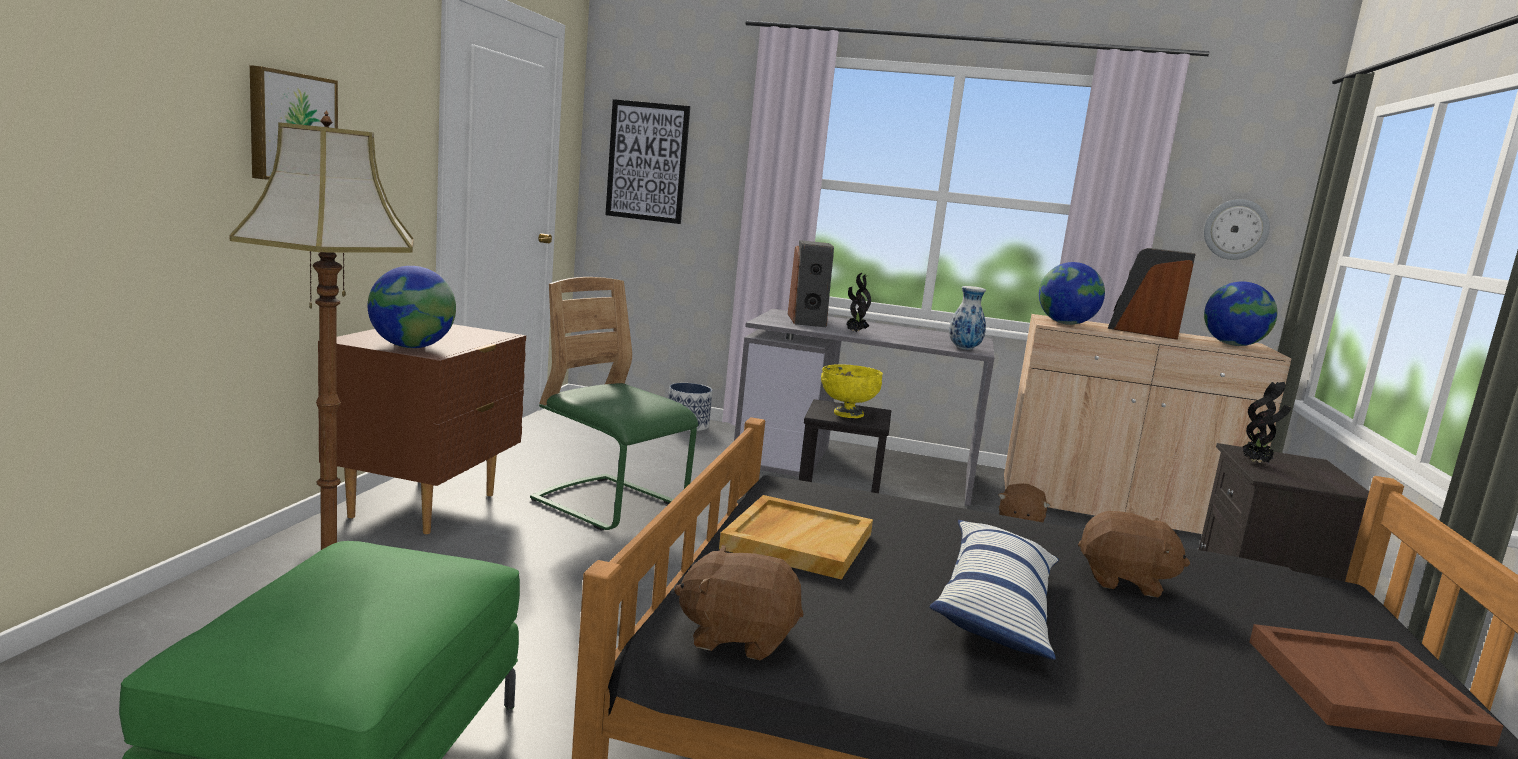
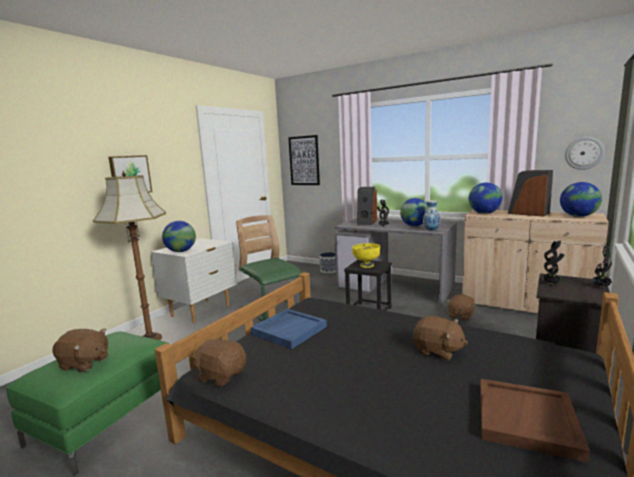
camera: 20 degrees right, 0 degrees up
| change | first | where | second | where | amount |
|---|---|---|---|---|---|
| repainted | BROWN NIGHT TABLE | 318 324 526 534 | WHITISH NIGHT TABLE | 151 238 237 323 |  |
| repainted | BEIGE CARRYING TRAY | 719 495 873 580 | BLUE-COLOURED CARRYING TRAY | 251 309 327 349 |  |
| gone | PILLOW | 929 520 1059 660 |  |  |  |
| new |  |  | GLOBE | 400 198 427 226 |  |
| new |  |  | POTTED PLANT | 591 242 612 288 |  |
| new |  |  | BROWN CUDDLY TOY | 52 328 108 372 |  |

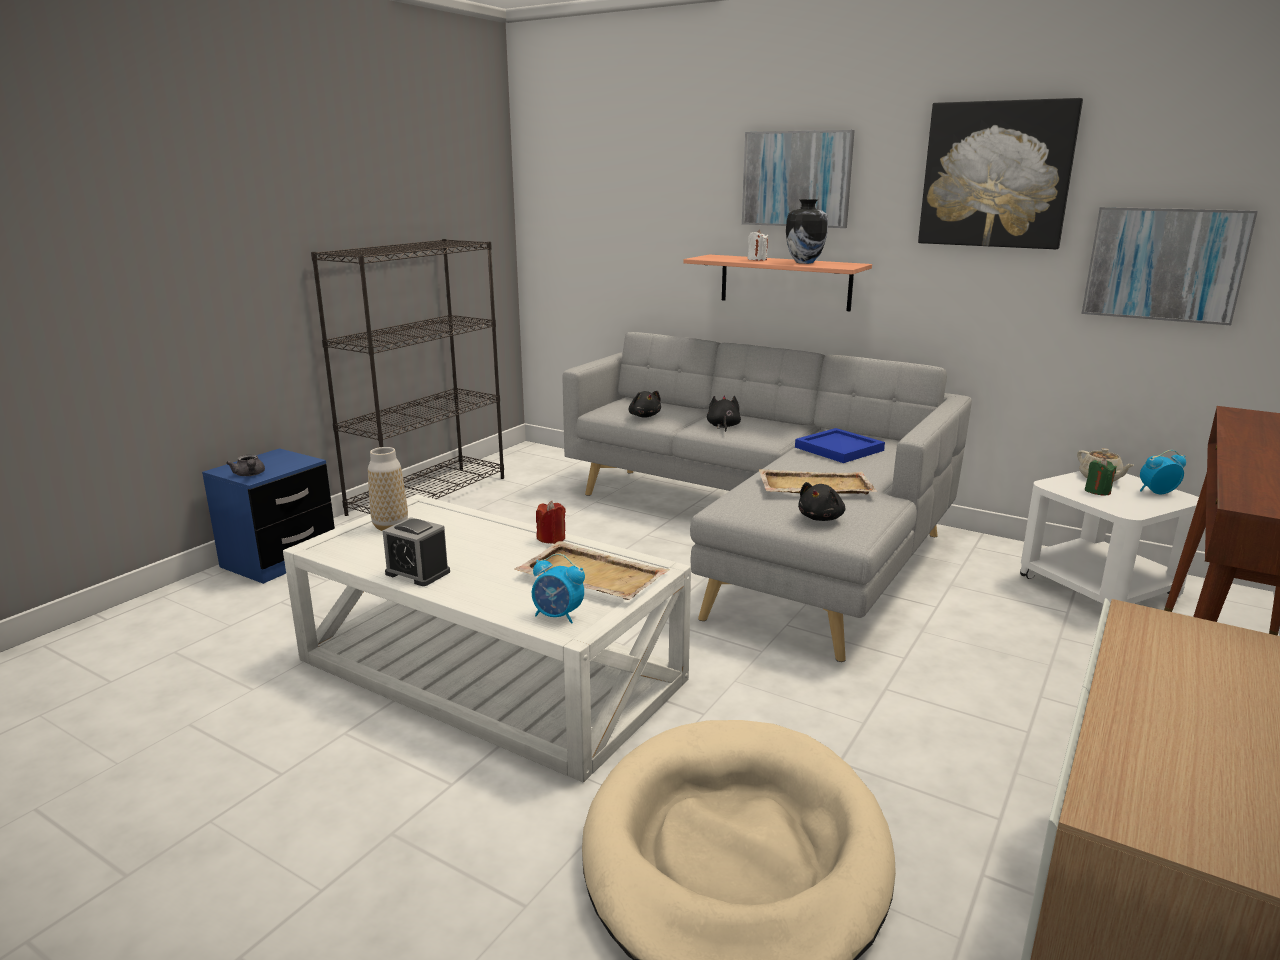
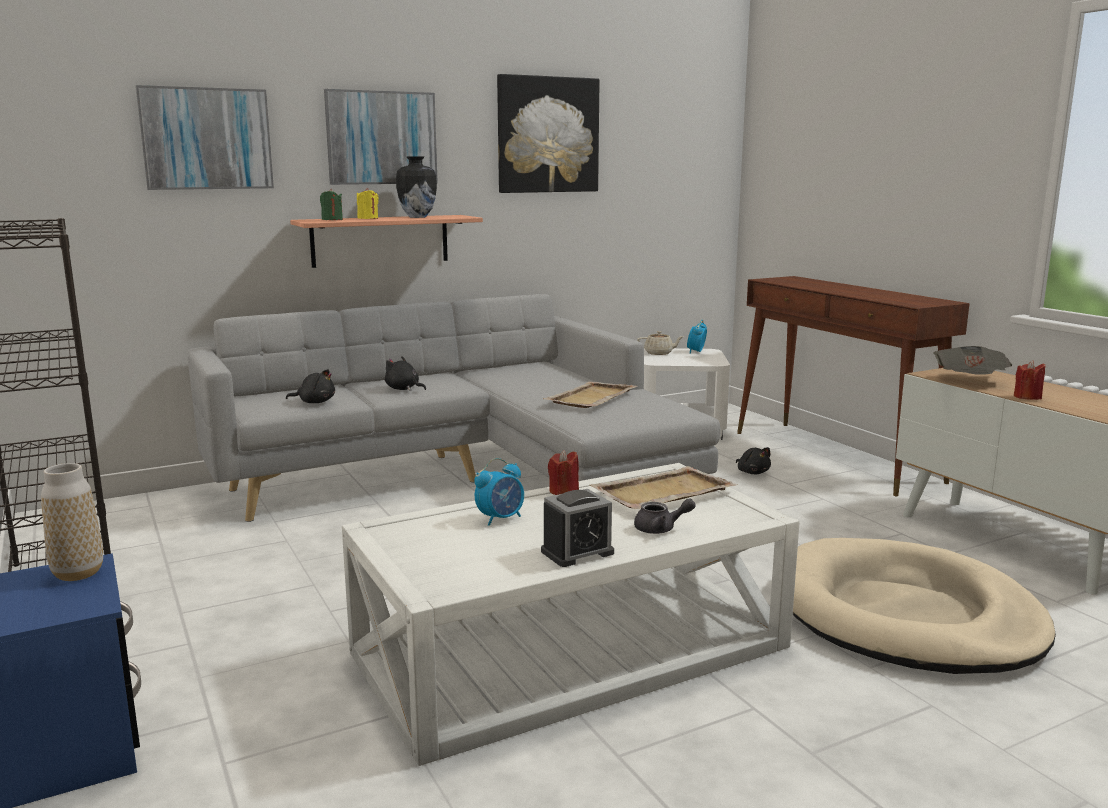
camera: 60 degrees left, 5 degrees down
| change | first | where | second | where | amount |
|---|---|---|---|---|---|
| shifted | WALL ART | 1081 207 1258 326 |  | 136 85 274 190 |  |
| repainted | WHITISH CANDLE | 748 230 769 261 | YELLOW-COLOURED CANDLE | 357 188 379 219 |  |
| gone | BLUE-COLOURED CARRYING TRAY | 795 428 885 463 |  |  |  |
| shifted | DECORATIVE VASE | 368 447 408 531 |  | 41 463 103 581 |  |
| shifted | GREY TEAPOT | 226 455 265 476 |  | 634 498 696 534 |  |
| shifted | GREEN CANDLE | 1085 458 1117 496 |  | 320 189 343 220 |  |
| shifted | BLACK CUDDLY TOY | 798 482 845 521 |  | 736 447 771 474 |  |
| shifted | BEDSIDE CLOCK | 532 553 585 624 |  | 474 458 524 526 |  |
| new |  |  | NEWSPAPER | 934 346 1013 375 |  |
| new |  |  | REDDISH CANDLE | 1014 360 1045 400 |  |

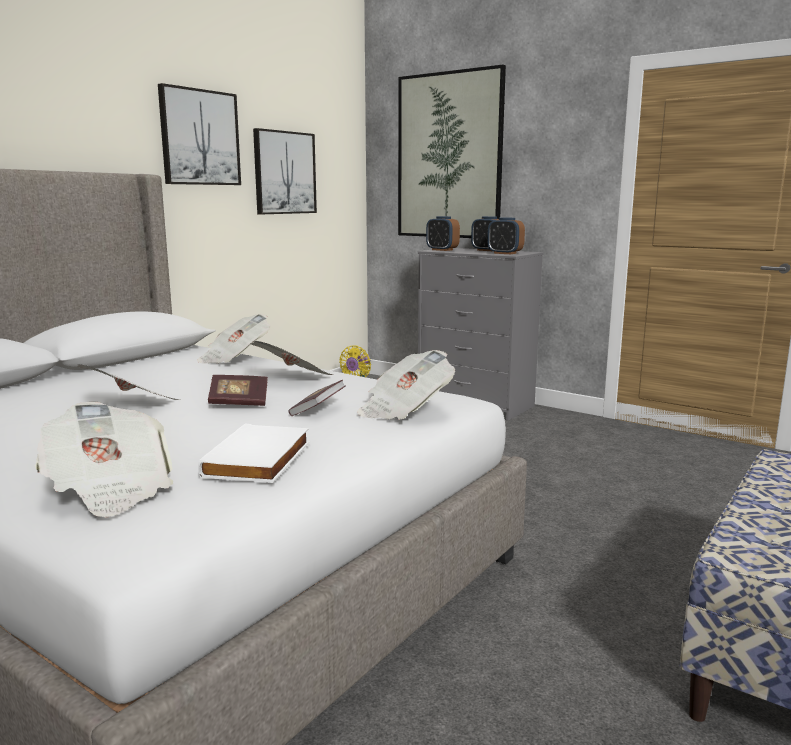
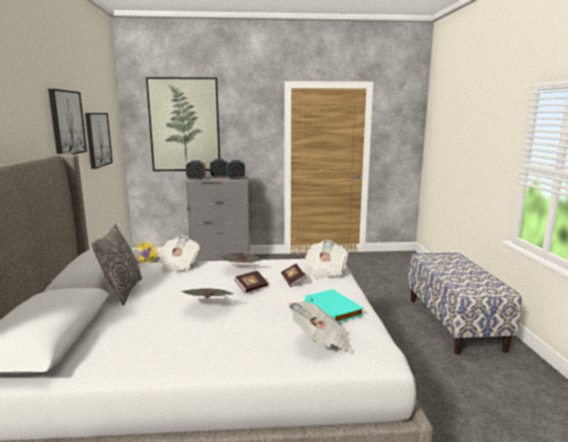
camera: 40 degrees left, 0 degrees up
| change | first | where | second | where | amount |
|---|---|---|---|---|---|
| repainted | WHITISH VOLUME | 198 424 309 483 | TURQUOISE VOLUME | 305 289 364 323 |  |
| new |  |  | PILLOW | 91 224 142 306 |  |

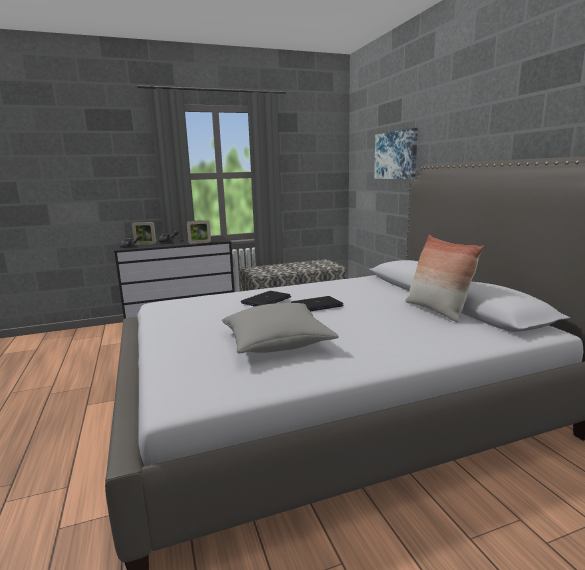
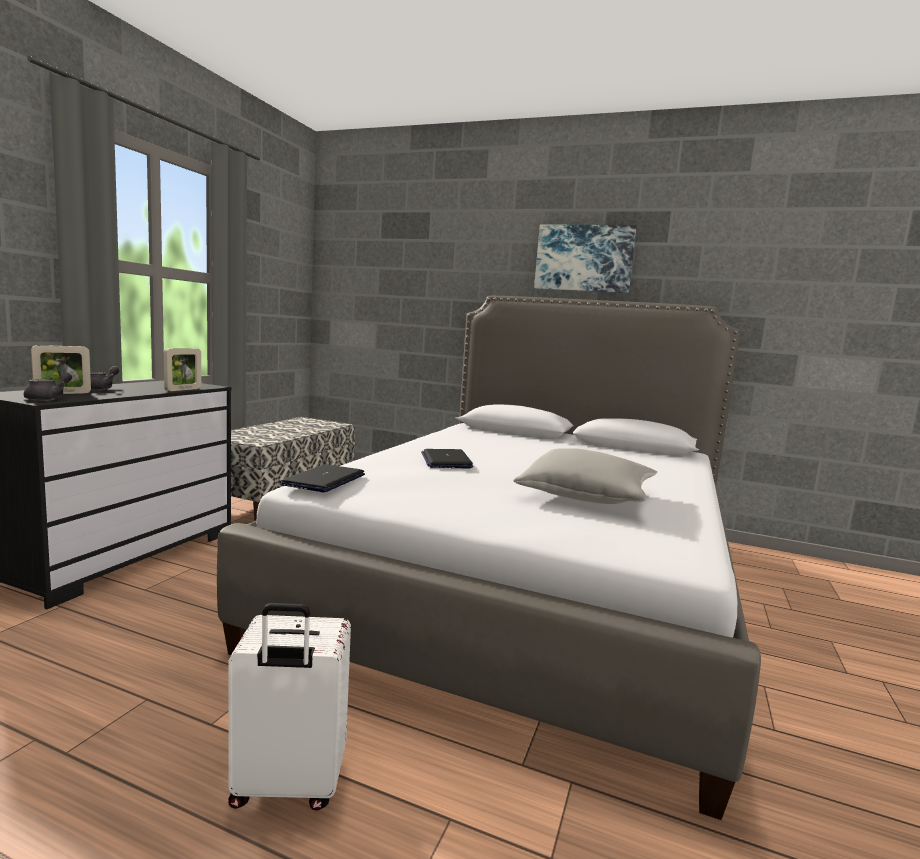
camera: 50 degrees left, 5 degrees down
| change | first | where | second | where | amount |
|---|---|---|---|---|---|
| shifted | WALL ART | 374 128 418 179 |  | 534 225 637 293 |  |
| gone | PILLOW | 405 235 484 322 |  |  |  |
| shifted | NOTEBOOK COMPUTER | 291 296 344 311 |  | 280 464 365 492 |  |
| new |  |  | WHITISH TRAVEL CASE | 228 603 351 810 |  |

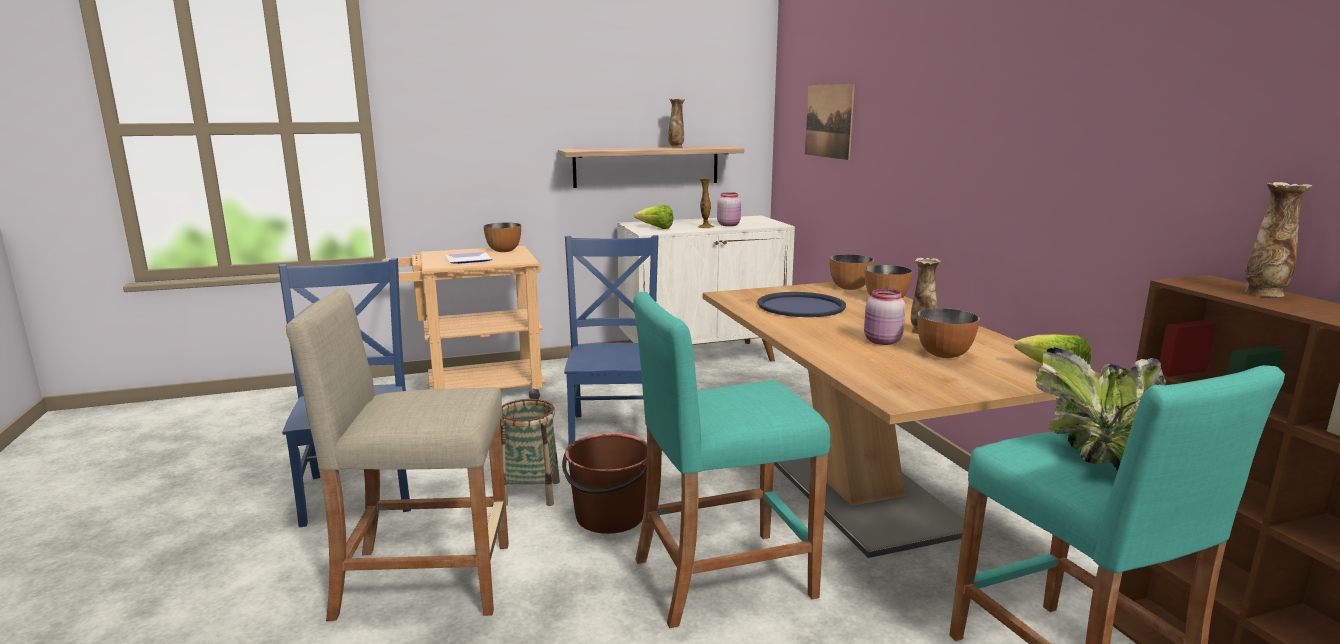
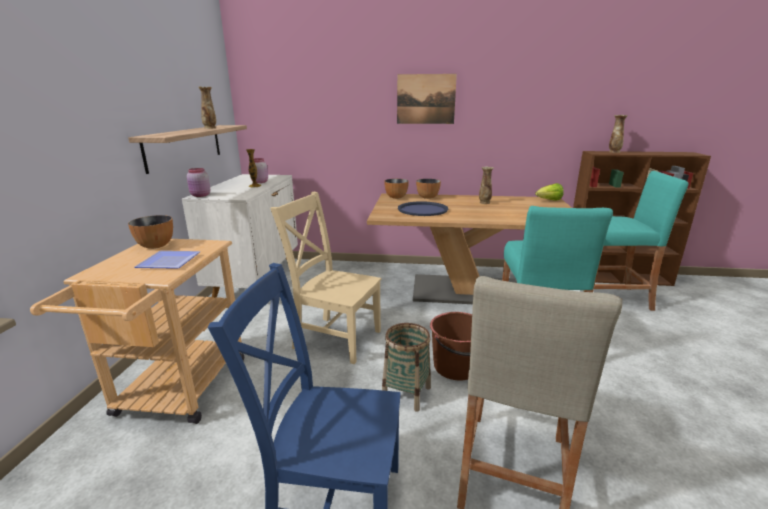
camera: 65 degrees left, 5 degrees up
| change | first | where | second | where | amount |
|---|---|---|---|---|---|
| shifted | WALL ART | 805 84 855 160 |  | 397 74 457 124 |  |
| gone | LETTUCE | 634 205 673 229 |  |  |  |
| repainted | BLUE-COLOURED UPRIGHT CHAIR | 564 235 658 445 | BEIGE UPRIGHT CHAIR | 270 192 381 364 |  |
| shifted | PINKISH JAR | 864 289 906 345 |  | 187 168 210 197 |  |
| gone | SERVING BOWL | 917 308 980 358 |  |  |  |
| gone | POTTED PLANT | 1036 347 1166 470 |  |  |  |

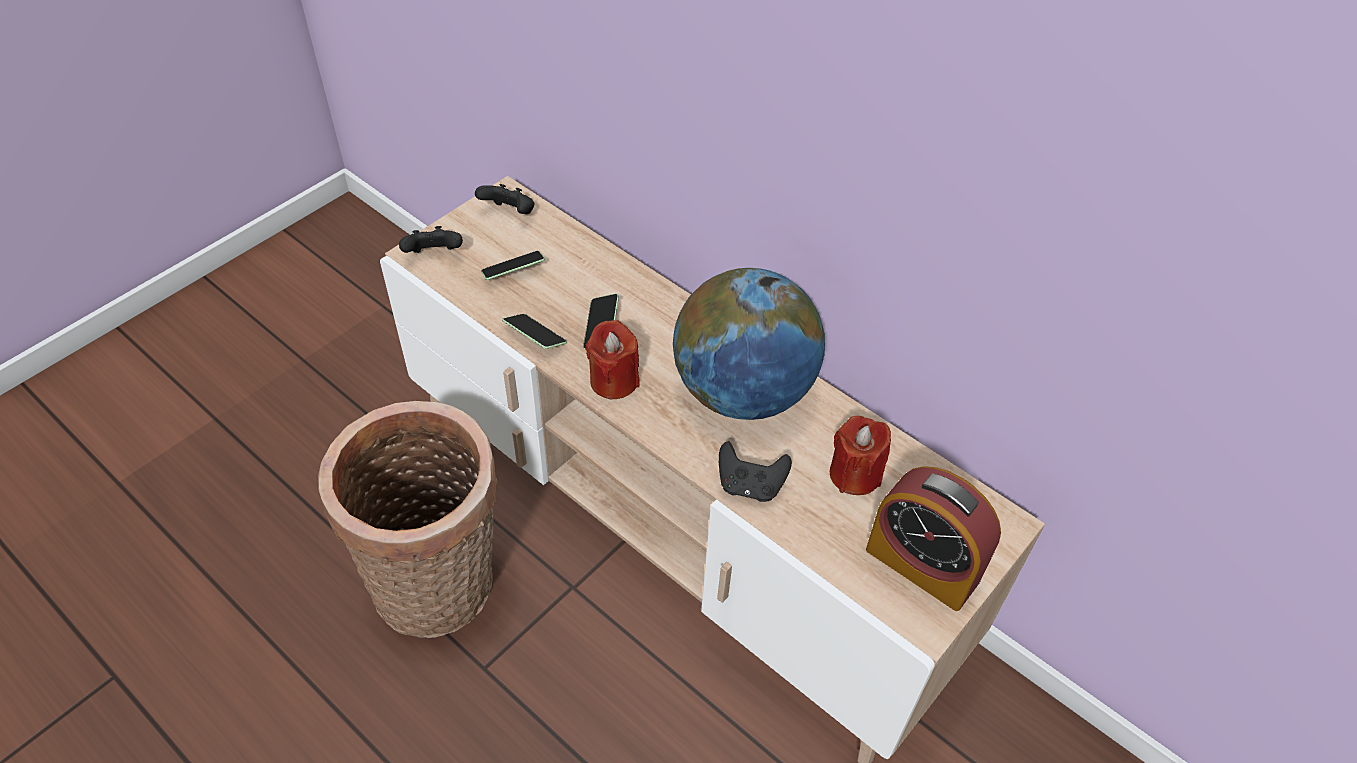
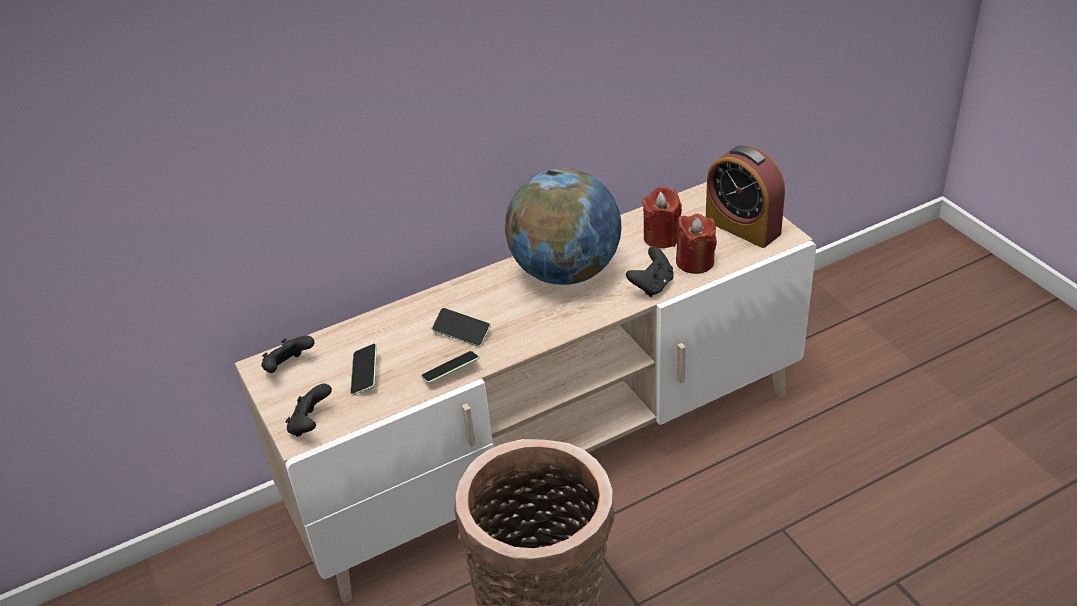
camera: 65 degrees left, 10 degrees down
| change | first | where | second | where | amount |
|---|---|---|---|---|---|
| shifted | REDDISH CANDLE | 585 320 640 399 |  | 676 213 717 274 |  |
| rotated | BEDSIDE CLOCK | 866 466 1001 611 |  | 706 145 785 248 | 75 degrees clockwise |

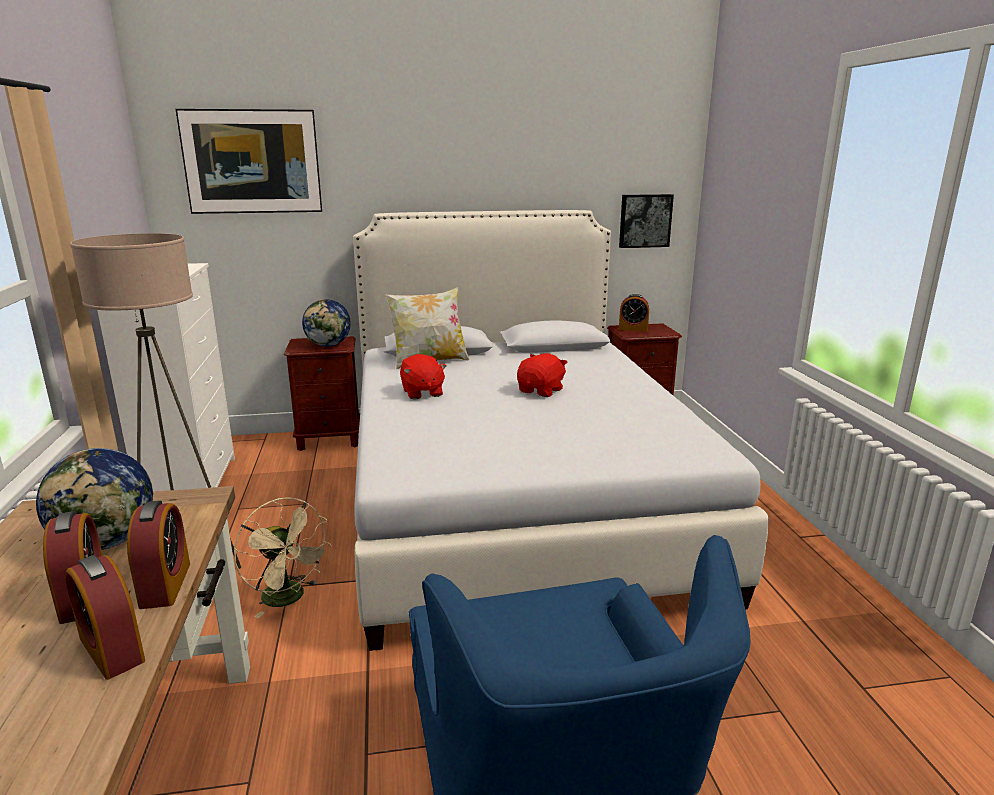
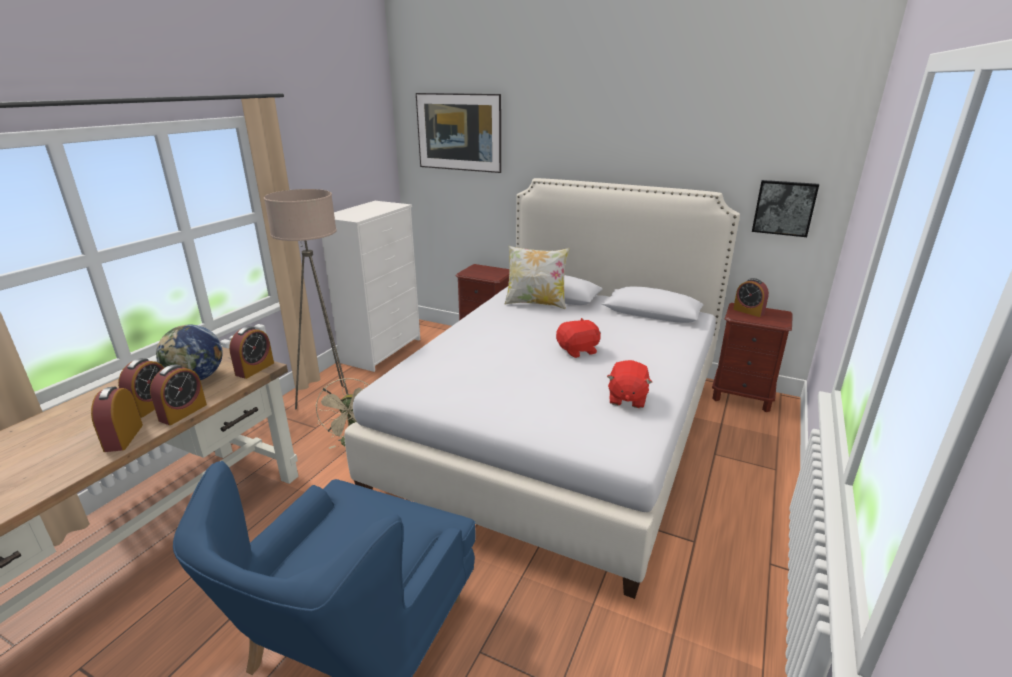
camera: 35 degrees right, 5 degrees up
| change | first | where | second | where | amount |
|---|---|---|---|---|---|
| gone | GLOBE | 302 299 351 347 |  |  |  |
| shifted | REDDISH CUDDLY TOY | 400 354 447 400 |  | 607 360 652 408 |  |
| new |  |  | BEDSIDE CLOCK | 229 326 274 379 |  |

